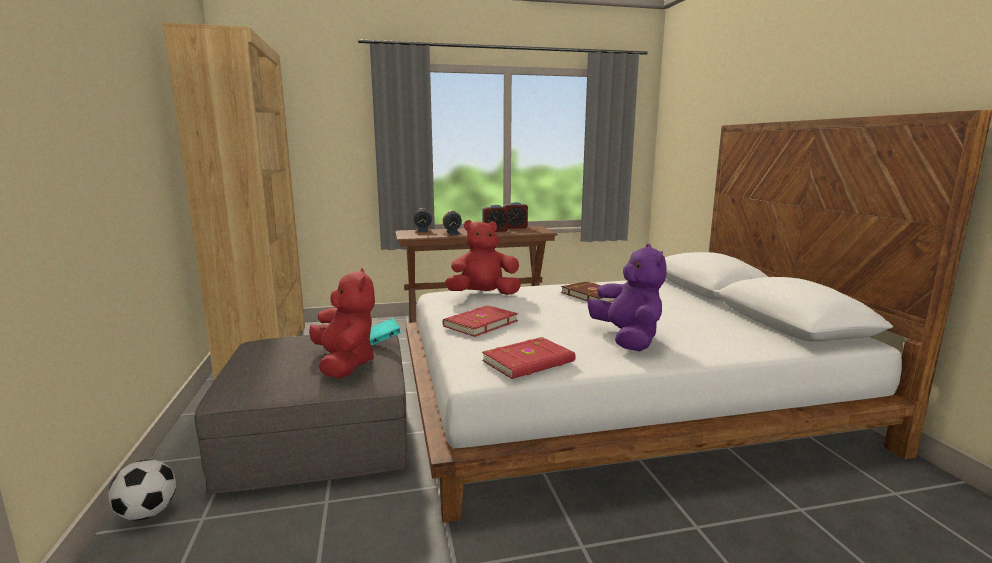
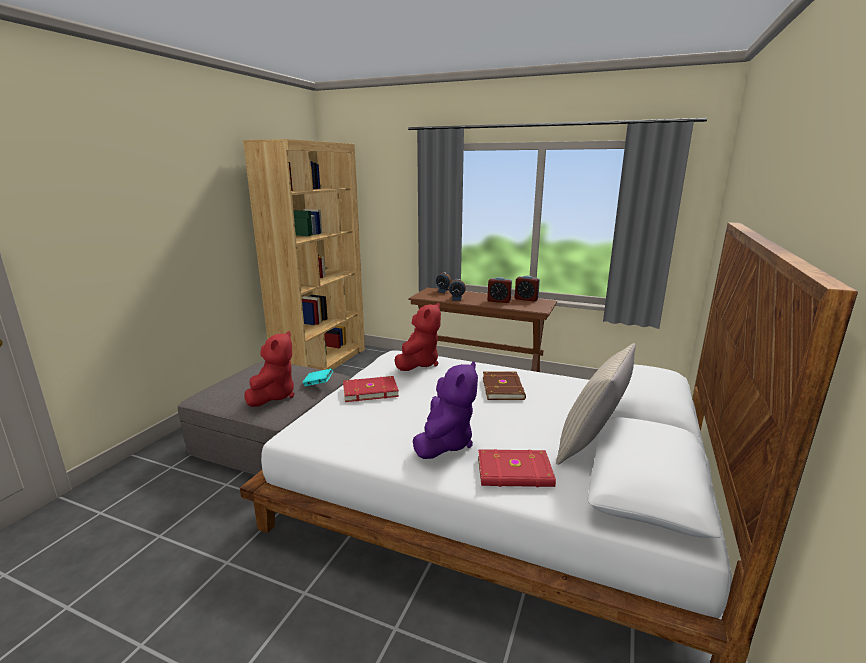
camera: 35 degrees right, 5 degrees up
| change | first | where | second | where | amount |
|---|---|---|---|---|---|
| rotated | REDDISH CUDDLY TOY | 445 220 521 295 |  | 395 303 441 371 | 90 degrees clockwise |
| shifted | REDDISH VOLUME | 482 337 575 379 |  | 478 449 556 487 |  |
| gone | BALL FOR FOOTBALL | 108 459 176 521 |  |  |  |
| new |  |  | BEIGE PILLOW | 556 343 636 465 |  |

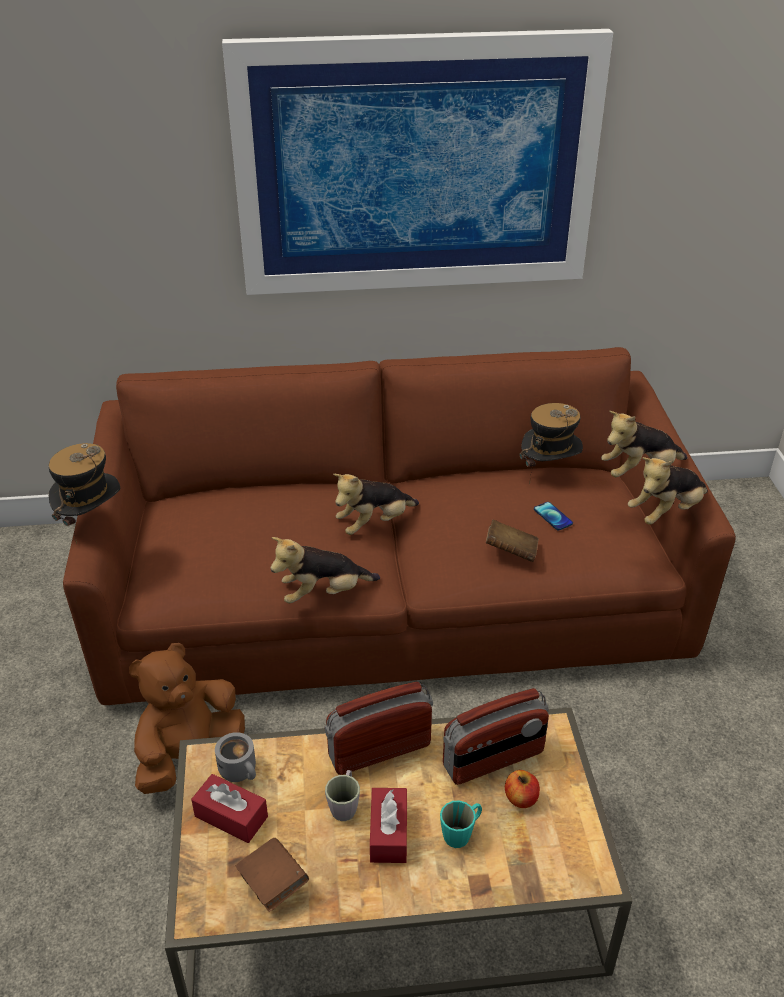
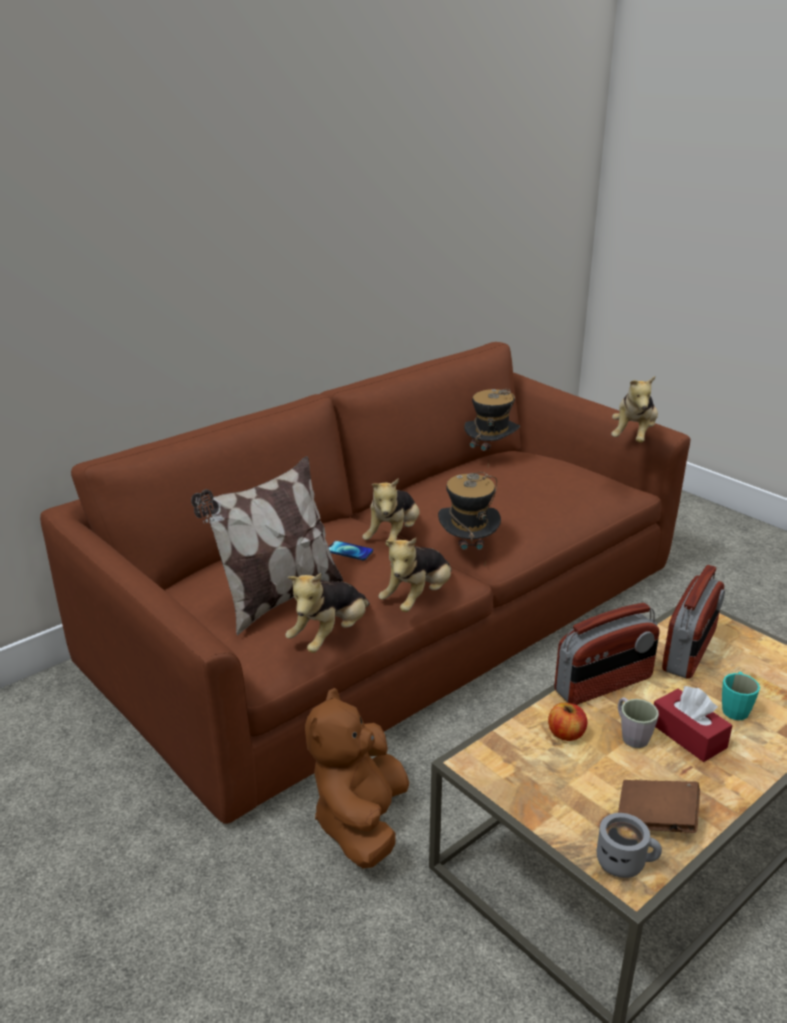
camera: 35 degrees left, 10 degrees down
| change | first | where | second | where | amount |
|---|---|---|---|---|---|
| gone | WALL ART | 222 29 613 295 |  |  |  |
| shifted | CUDDLY TOY | 601 411 688 477 |  | 286 573 370 653 |  |
| shifted | WEARABLE HAT | 49 443 121 544 |  | 438 472 501 567 |  |
| shifted | PHONE | 534 502 573 530 |  | 328 541 373 560 |  |
| gone | BROWN VOLUME | 486 520 539 562 |  |  |  |
| rotated | RADIO RECEIVER | 324 682 433 775 |  | 554 603 660 705 | 150 degrees counterclockwise |
| shifted | GREY TEA MUG | 215 732 256 782 |  | 597 813 662 878 |  |
| shifted | APPLE | 505 770 540 808 |  | 548 703 587 741 |  |
| gone | REDDISH TISSUE HOLDER | 191 774 268 843 |  |  |  |
| new |  |  | PILLOW | 191 456 344 635 |  |

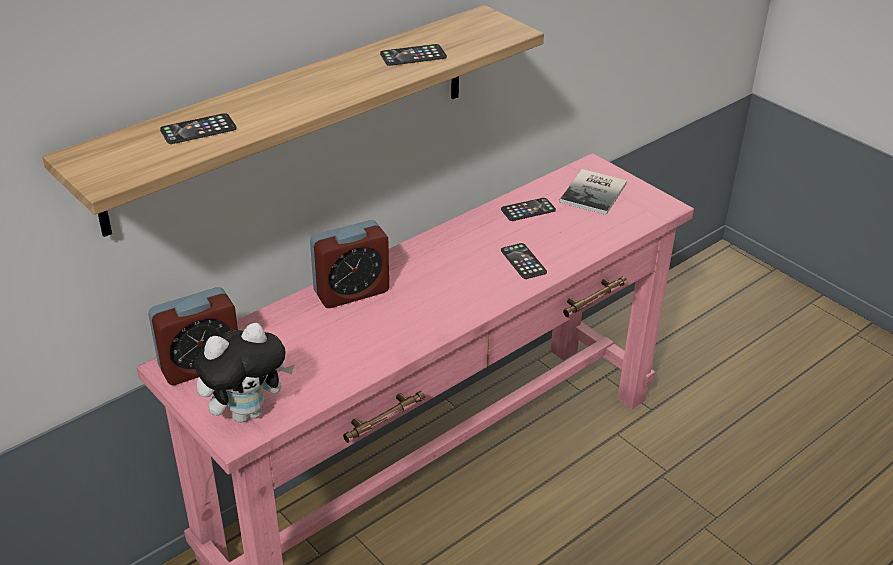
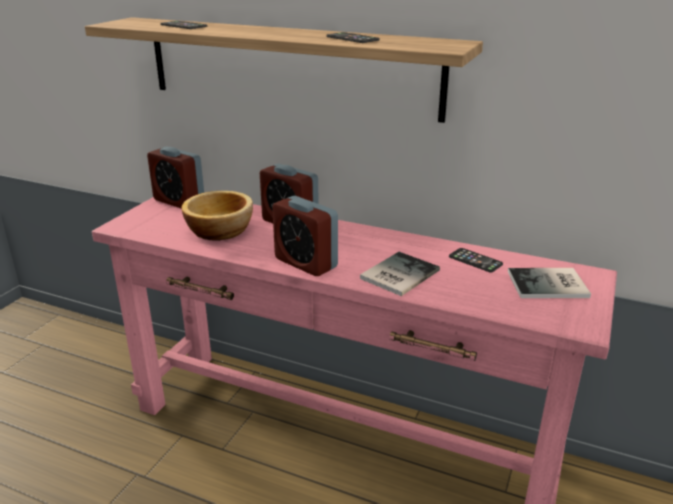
camera: 65 degrees right, 10 degrees down
| change | first | where | second | where | amount |
|---|---|---|---|---|---|
| swapped | PHONE | 501 243 547 279 | VOLUME | 360 252 440 296 |  |
| gone | CUDDLY TOY | 195 323 295 423 |  |  |  |
| new |  |  | SERVING BOWL | 182 191 253 241 |  |
| new |  |  | BEDSIDE CLOCK | 272 196 338 276 |  |

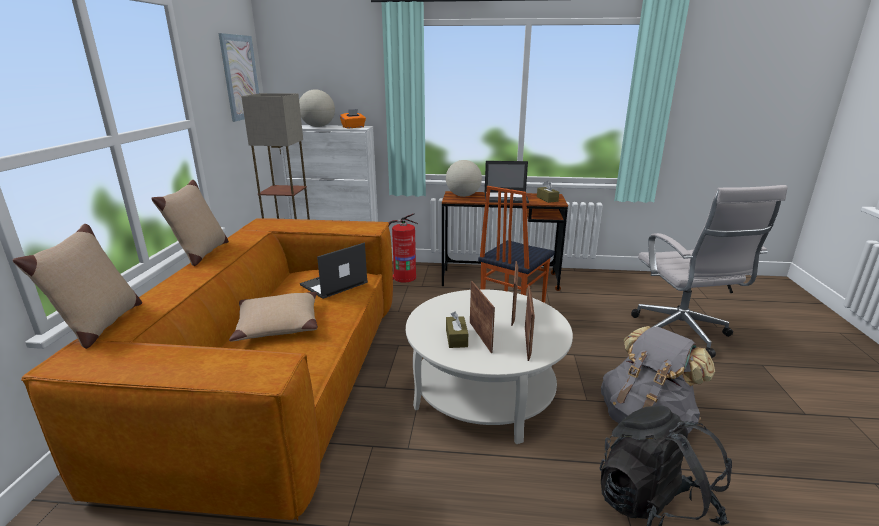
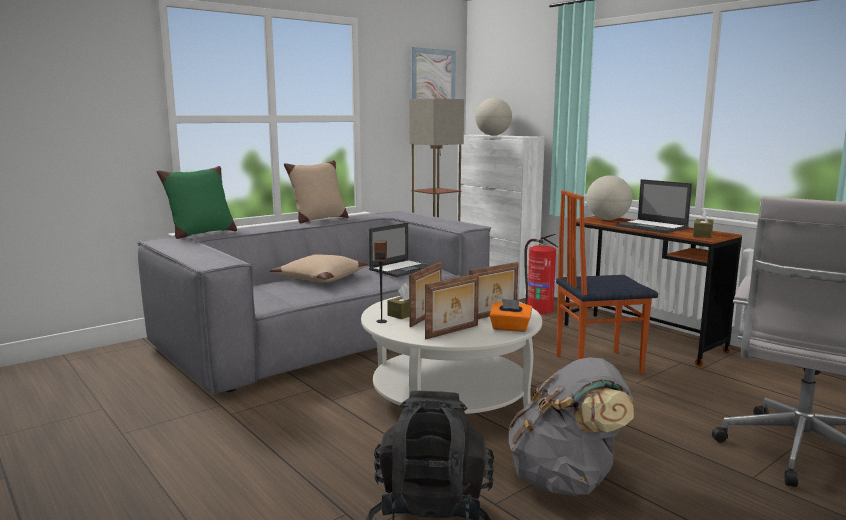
camera: 45 degrees right, 10 degrees down
| change | first | where | second | where | amount |
|---|---|---|---|---|---|
| shifted | ORANGE TISSUE HOLDER | 340 109 366 128 |  | 489 299 532 332 |  |
| repainted | BROWN SETTEE | 21 218 393 521 | GREY SETTEE | 138 211 491 394 |  |
| repainted | BEIGE PILLOW | 13 224 142 349 | GREEN PILLOW | 156 166 237 239 |  |
| rotated | NOTEBOOK COMPUTER | 300 243 368 299 |  | 369 223 432 277 | 135 degrees clockwise |
| new |  |  | SPEAKER | 374 240 387 323 |  |

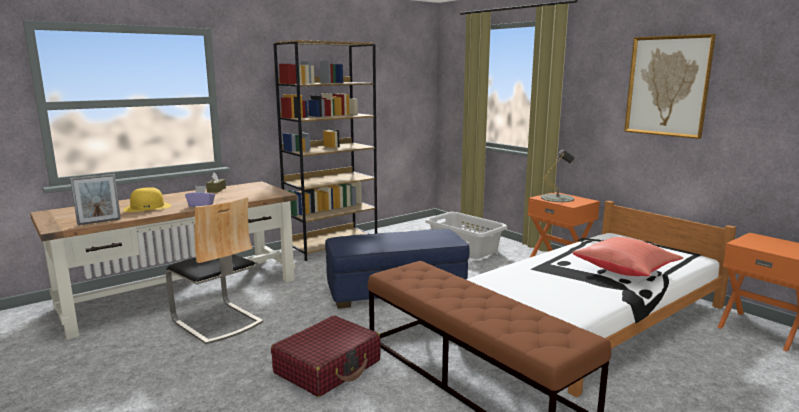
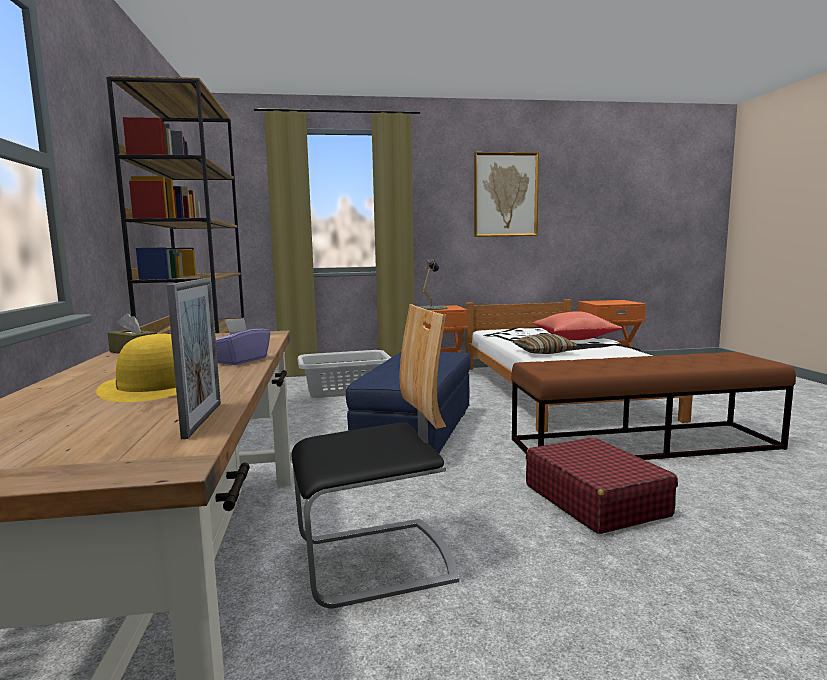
camera: 60 degrees left, 5 degrees down
| change | first | where | second | where | amount |
|---|---|---|---|---|---|
| new |  |  | PILLOW | 513 334 578 354 |  |

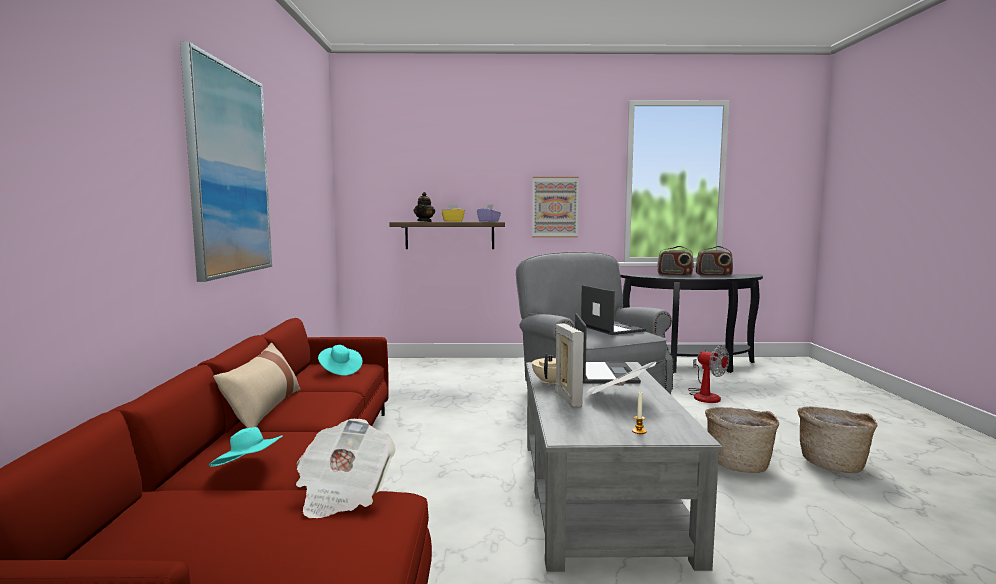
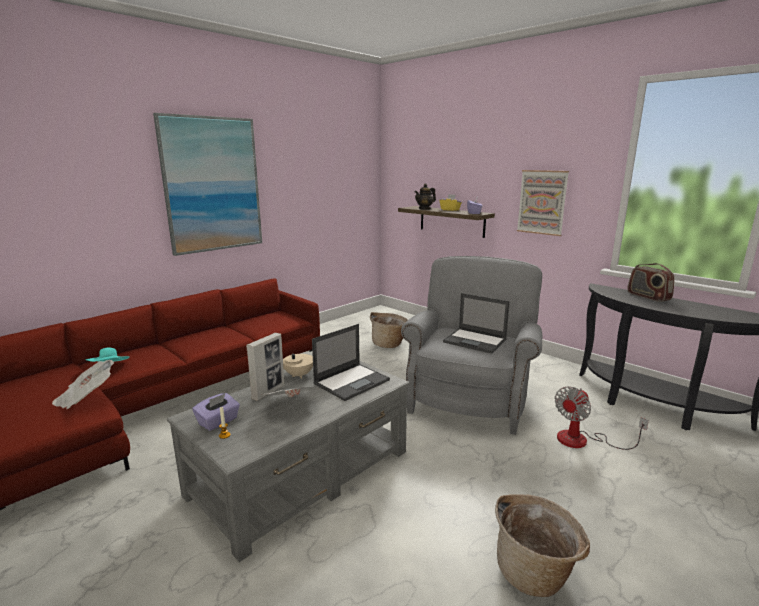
camera: 45 degrees right, 10 degrees up
| change | first | where | second | where | amount |
|---|---|---|---|---|---|
| gone | RADIO RECEIVER | 696 246 733 276 |  |  |  |
| rotated | NOTEBOOK COMPUTER | 581 285 646 335 |  | 443 293 510 354 | 105 degrees clockwise |
| gone | BEIGE PILLOW | 213 343 301 428 |  |  |  |
| gone | TURQUOISE WEARABLE HAT | 318 345 362 376 |  |  |  |
| rotated | FAN | 688 345 729 403 |  | 555 386 649 450 | 45 degrees clockwise |
| shifted | STORAGE BASKET | 705 407 779 473 |  | 370 312 408 348 |  |
| new |  |  | PURPLISH TISSUE HOLDER | 192 393 240 431 |  |

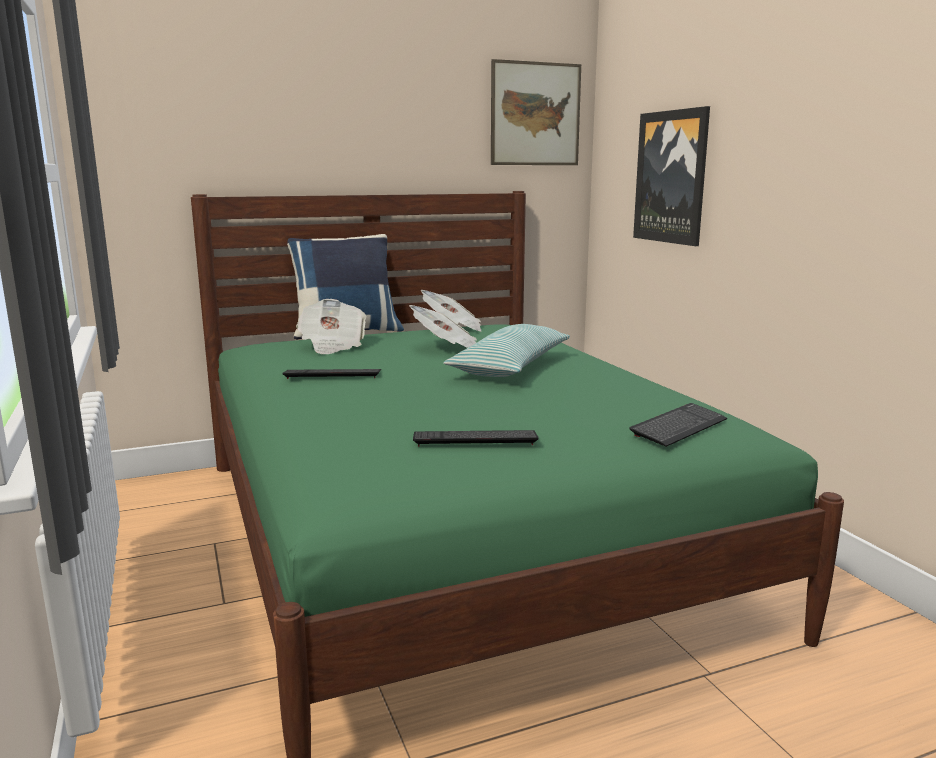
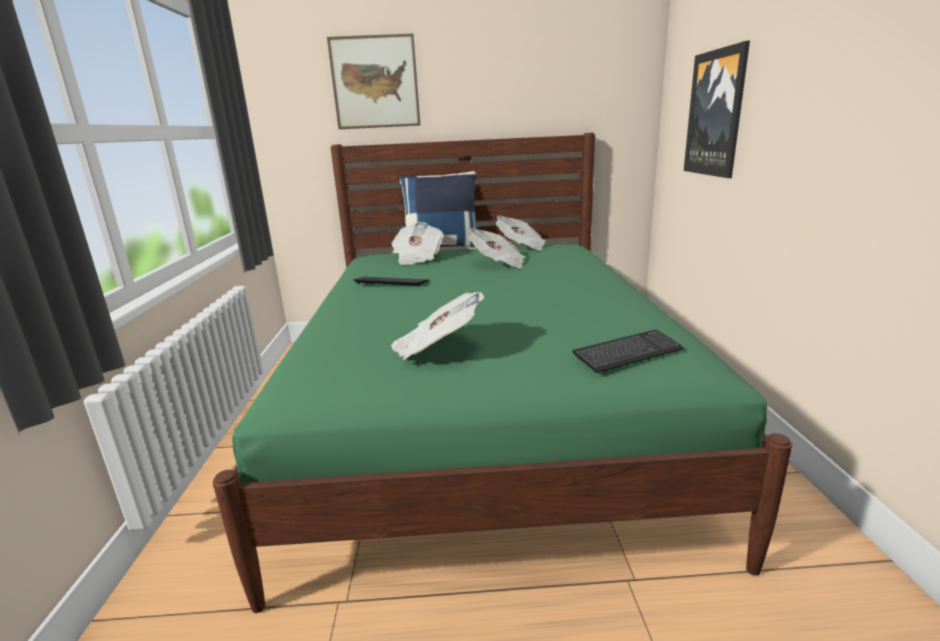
camera: 20 degrees right, 5 degrees up
| change | first | where | second | where | amount |
|---|---|---|---|---|---|
| shifted | WALL ART | 491 59 581 165 |  | 327 34 421 129 |  |
| gone | PILLOW | 443 324 570 377 |  |  |  |
| swapped | KEYBOARD | 413 430 539 447 | NEWSPAPER | 391 292 484 360 |  |

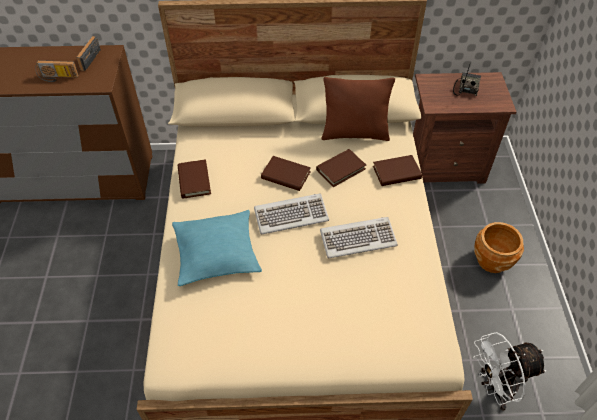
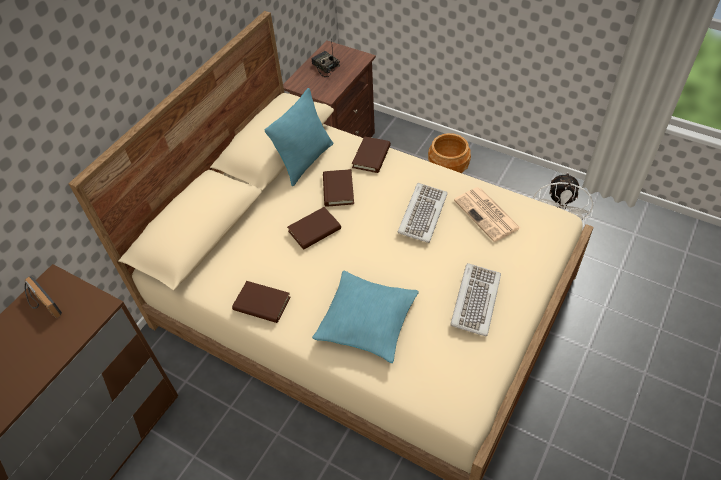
camera: 55 degrees left, 0 degrees up
| change | first | where | second | where | amount |
|---|---|---|---|---|---|
| gone | RADIO RECEIVER | 35 60 79 82 |  |  |  |
| repainted | BROWN PILLOW | 321 77 395 141 | TURQUOISE PILLOW | 265 88 333 186 |  |
| shifted | KEYBOARD | 254 194 329 234 |  | 450 263 501 337 |  |
| new |  |  | NEWSPAPER | 454 187 521 242 |  |

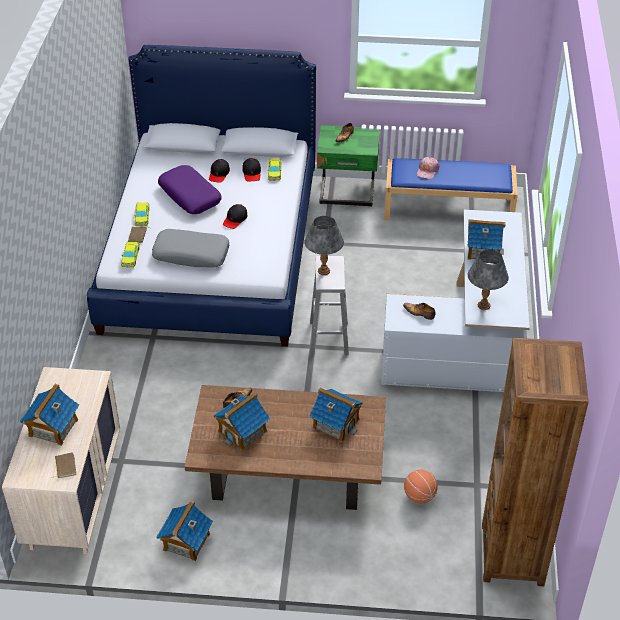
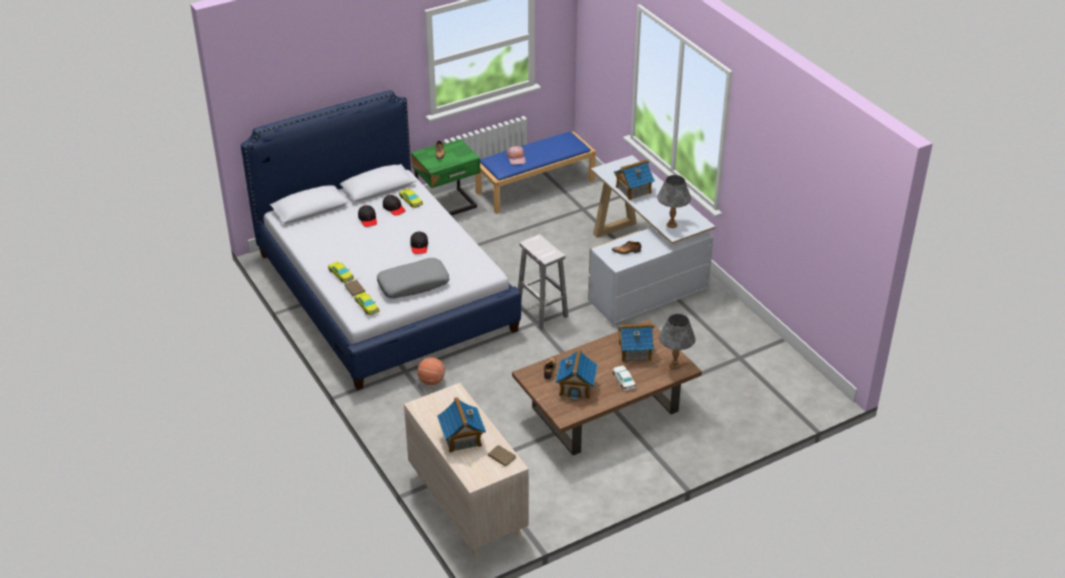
camera: 35 degrees left, 5 degrees down
| change | first | where | second | where | amount |
|---|---|---|---|---|---|
| gone | PURPLISH PILLOW | 158 165 222 214 |  |  |  |
| shifted | GREY TABLETOP LAMP | 305 216 344 275 |  | 659 314 696 370 |  |
| gone | BROWN SHELVING UNIT | 482 338 588 586 |  |  |  |
| shifted | BASKETBALL | 404 469 438 504 |  | 417 357 445 385 |  |
| gone | MODEL HOUSE | 156 501 213 561 |  |  |  |
| new |  |  | WHITISH TOY CAR | 612 366 637 391 |  |

